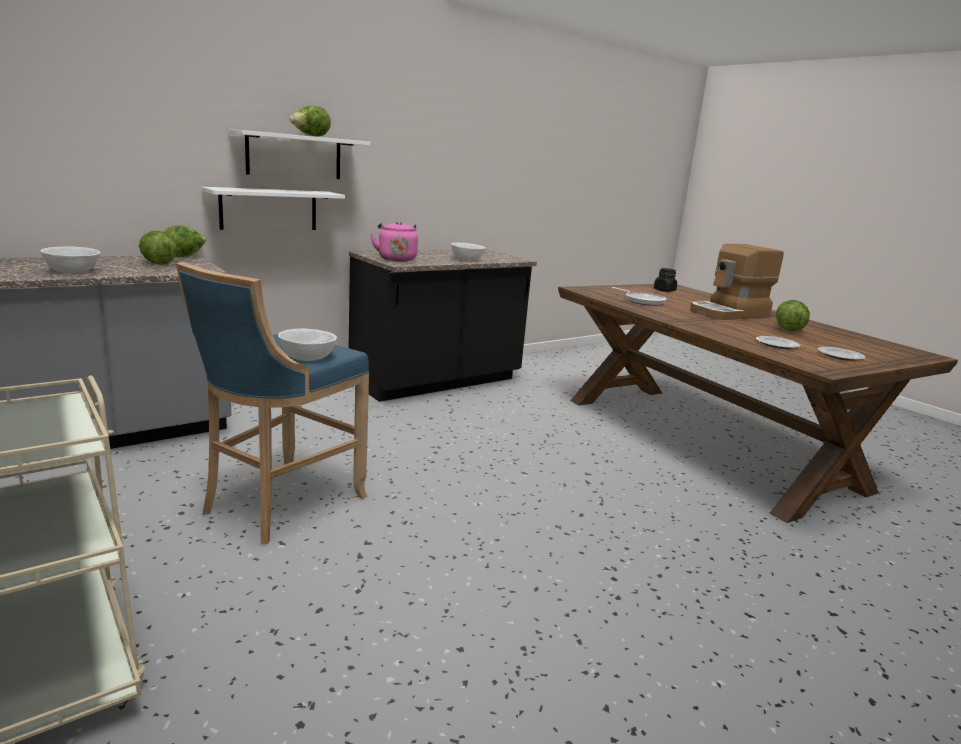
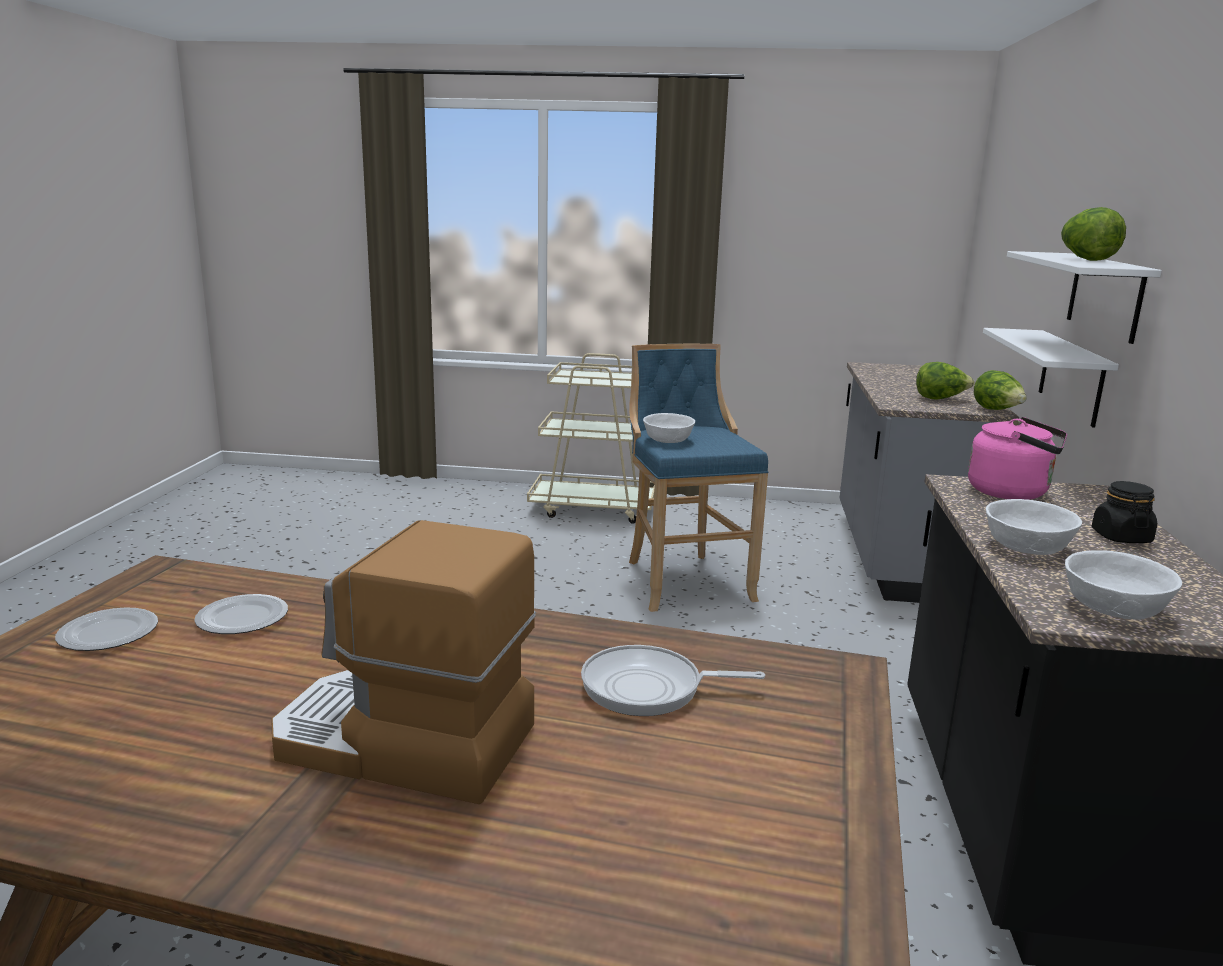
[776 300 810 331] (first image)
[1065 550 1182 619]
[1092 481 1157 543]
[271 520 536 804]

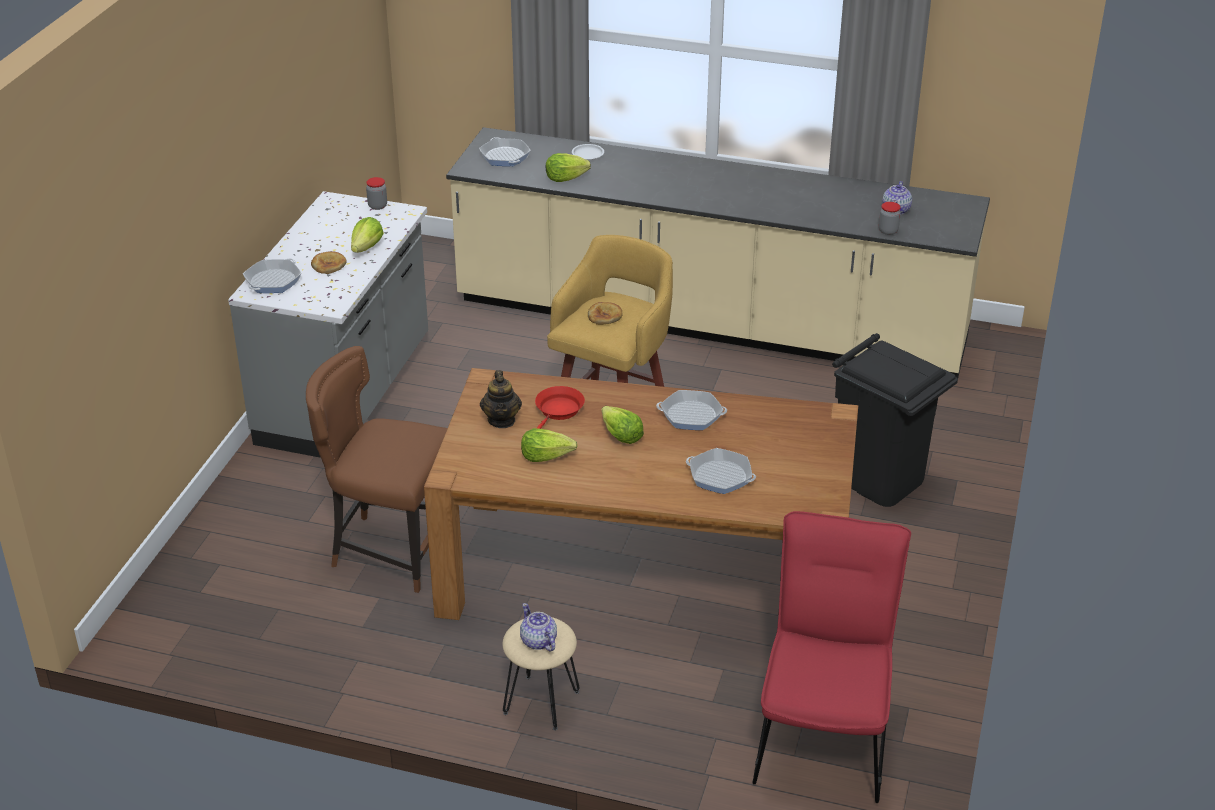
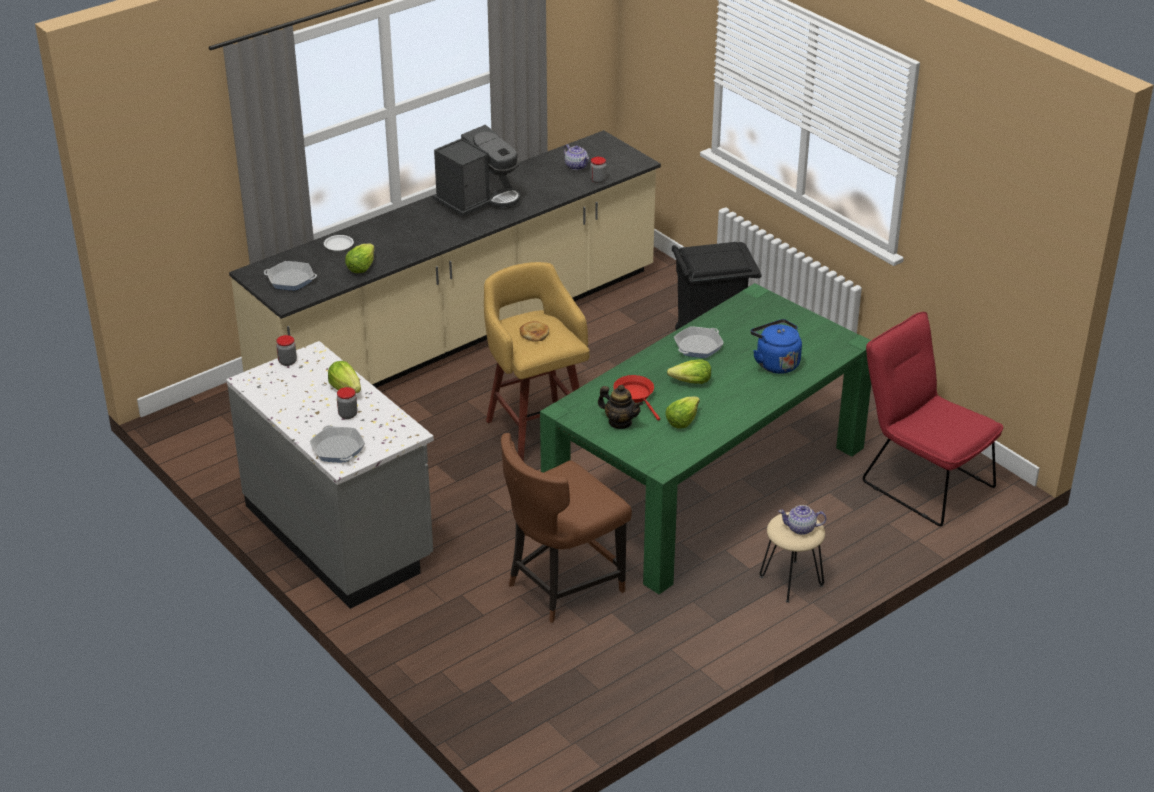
[433 125 521 218]
[337 387 358 419]
[750 319 802 374]
[540 283 871 594]

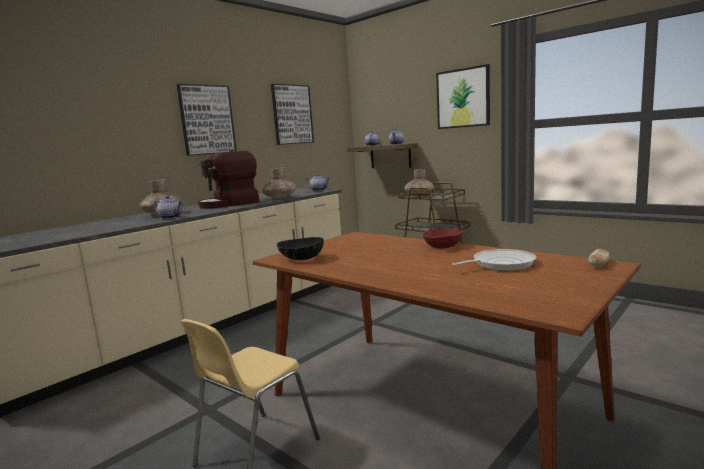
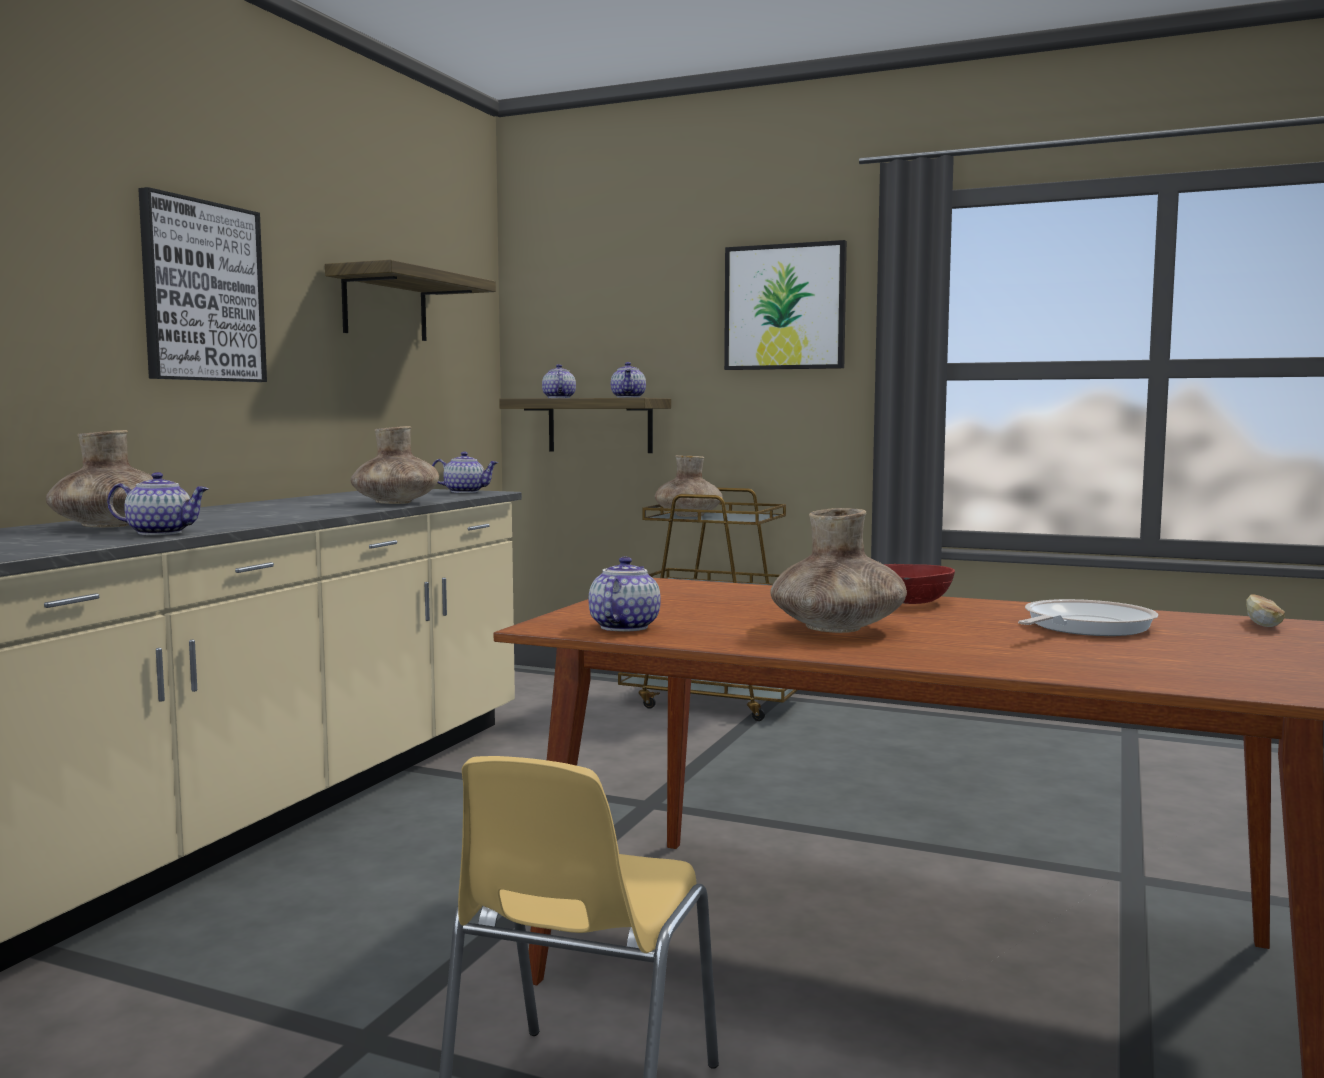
[198 150 259 209] (first image)
[771 508 907 633]
[325 260 496 341]
[589 557 661 632]

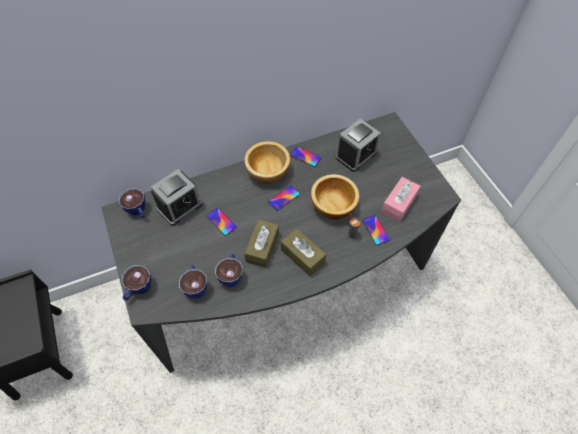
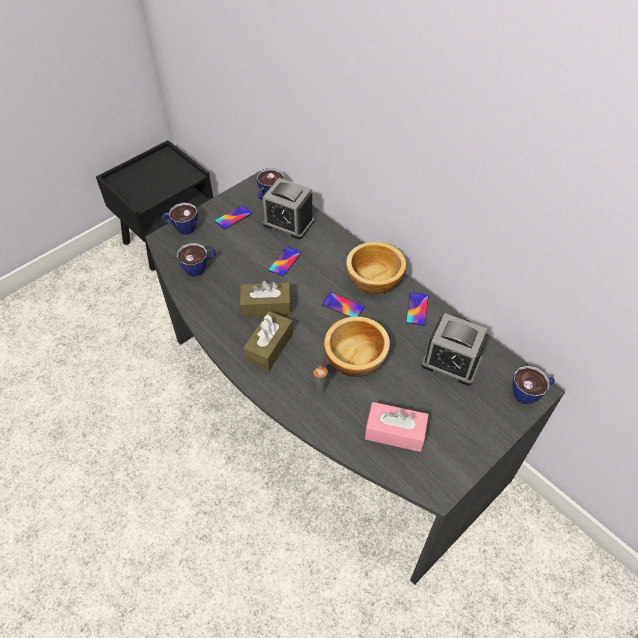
[512 366 555 404]
[215 205 252 230]

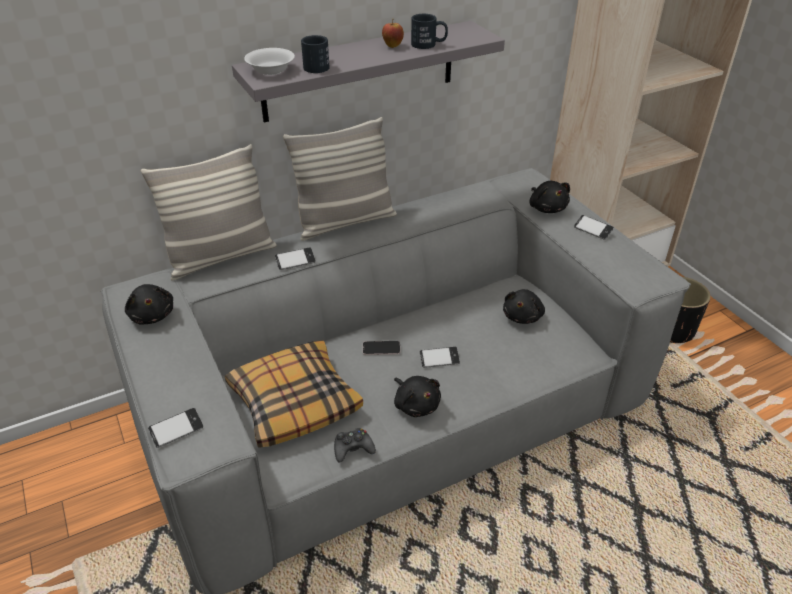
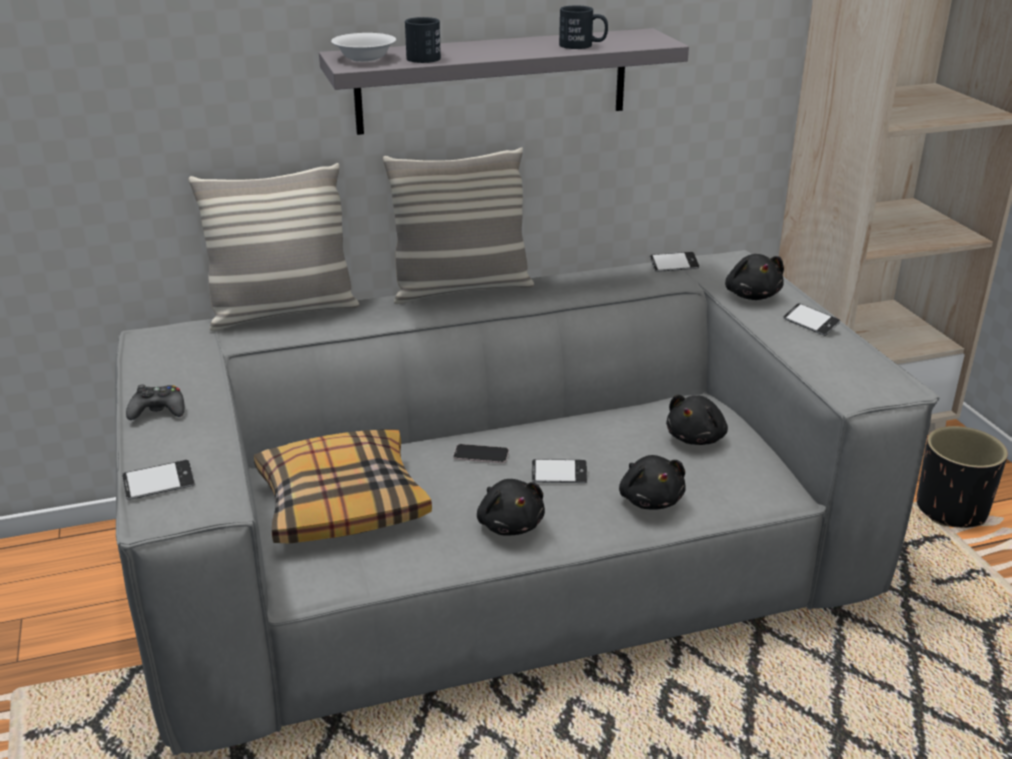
[382 19 404 48] (first image)
[619 455 686 509]
[650 252 699 272]
[126 384 185 420]

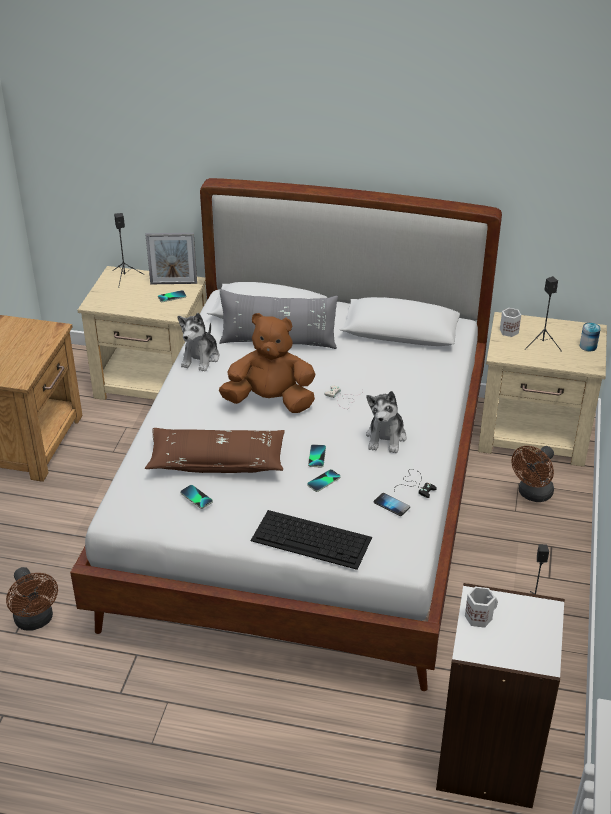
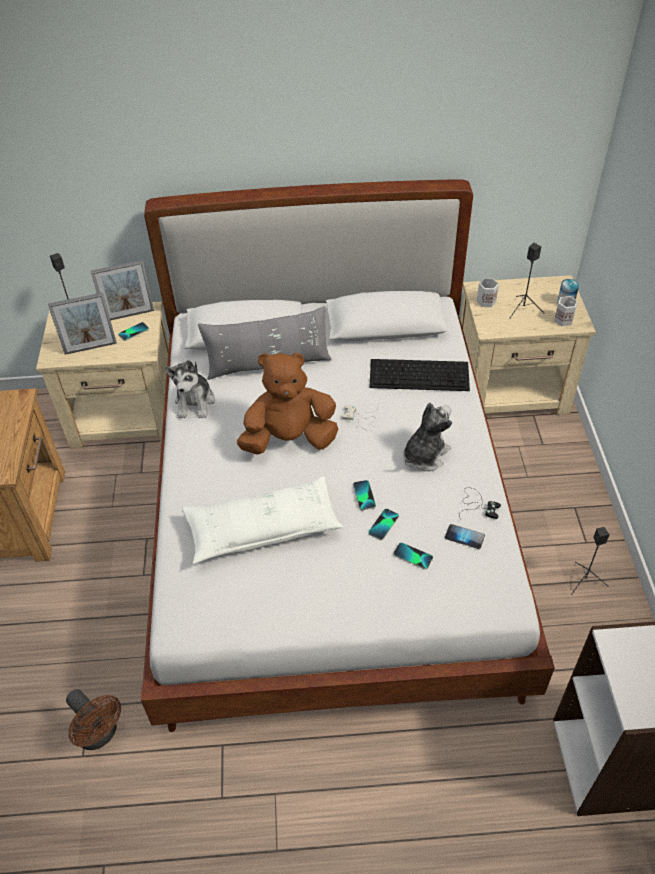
[512 446 554 502] (first image)
[48 292 117 355]
[393 542 433 569]
[369 359 470 391]
[554 296 578 326]
[182 476 343 564]
[403 403 452 471]

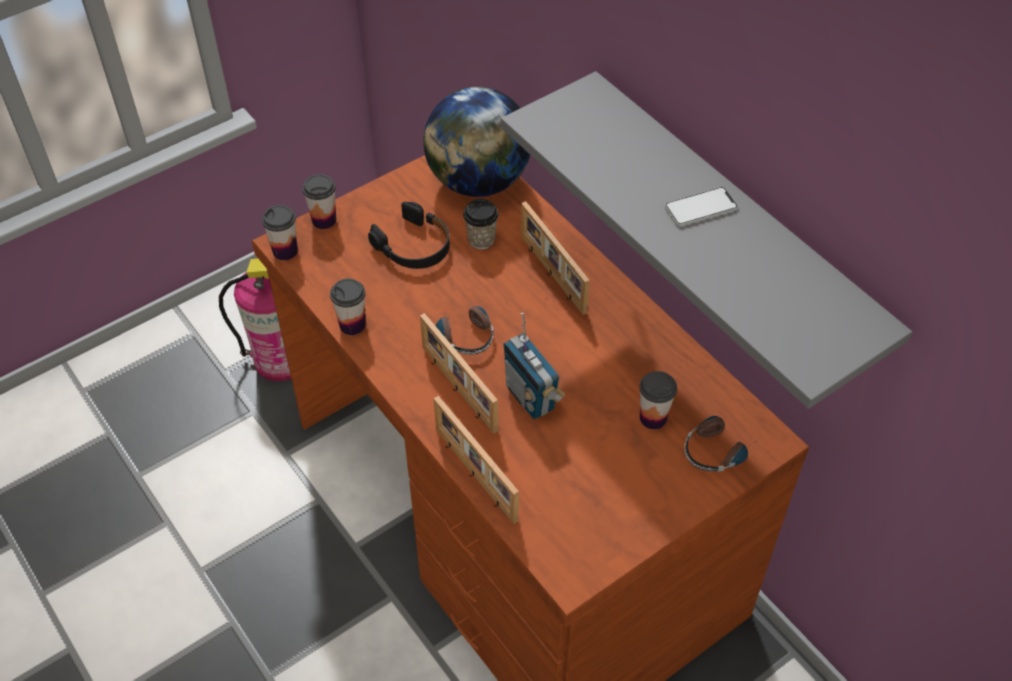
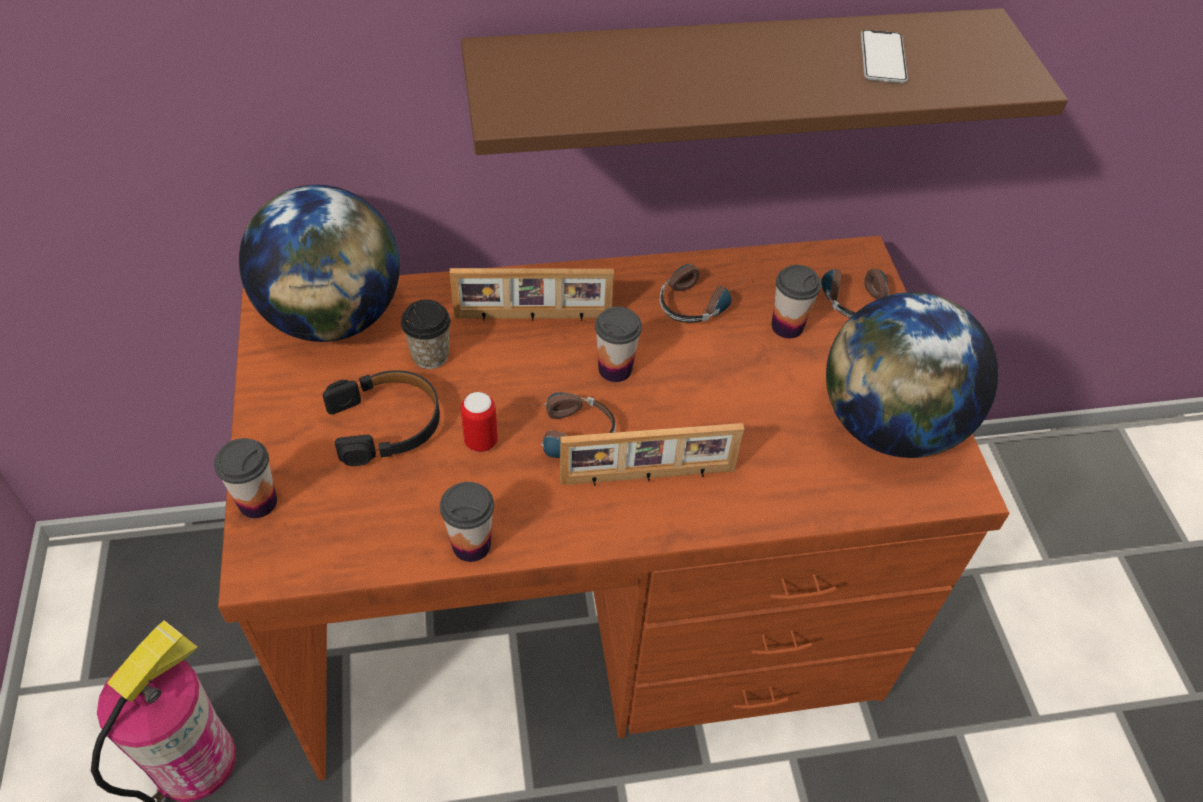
[434 396 519 524] (first image)
[503 313 565 419] (first image)
[461 392 498 452]
[660 264 746 323]
[826 292 998 458]
[595 307 642 382]
[861 30 908 83]
[461 8 1068 155]

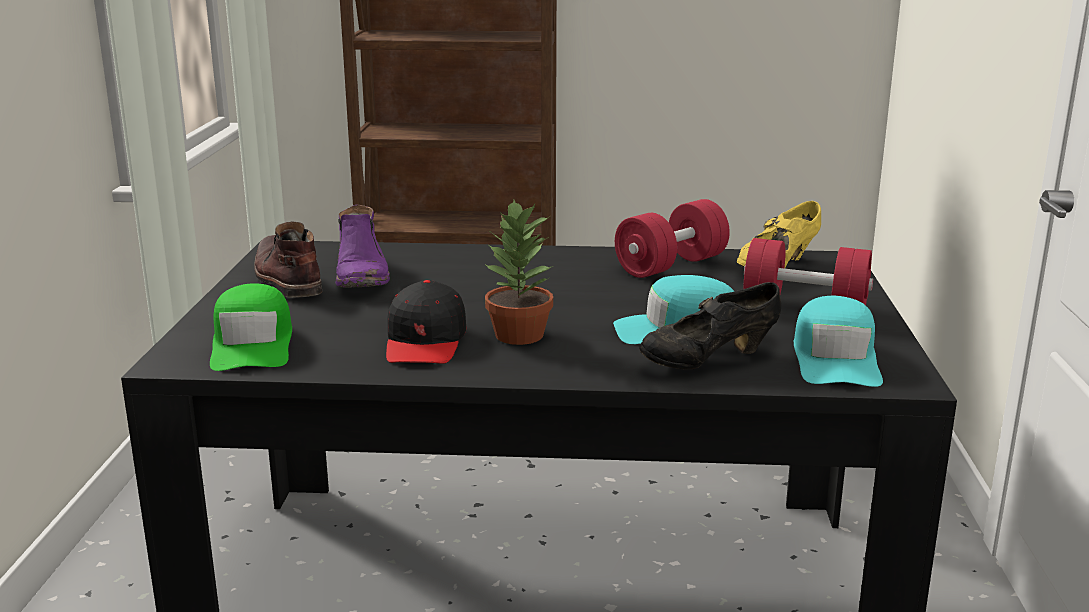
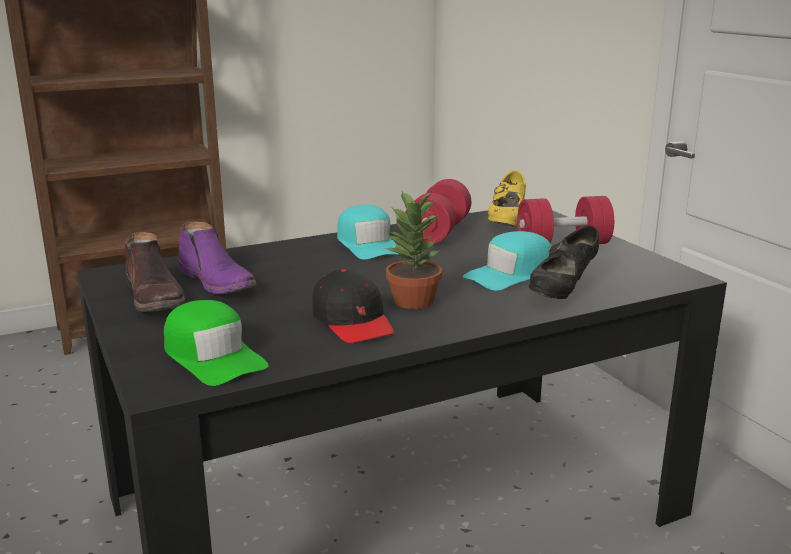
[337 205 399 260]
[124 232 185 312]

